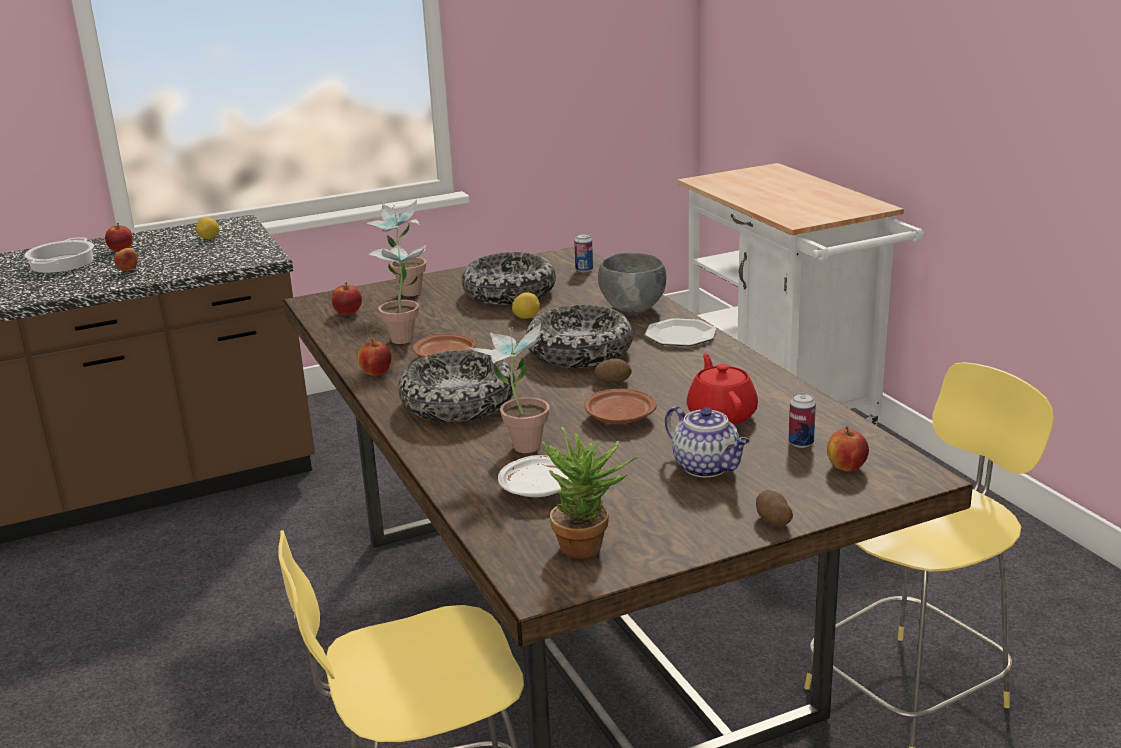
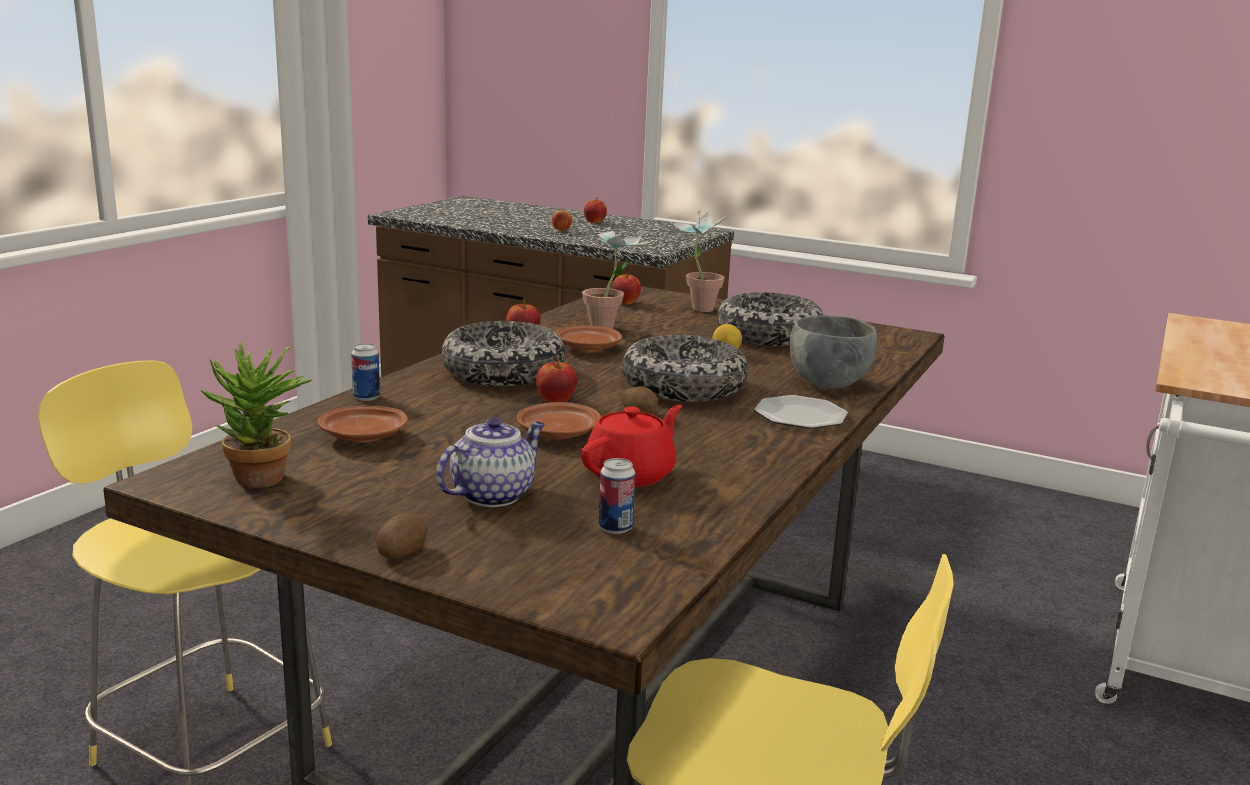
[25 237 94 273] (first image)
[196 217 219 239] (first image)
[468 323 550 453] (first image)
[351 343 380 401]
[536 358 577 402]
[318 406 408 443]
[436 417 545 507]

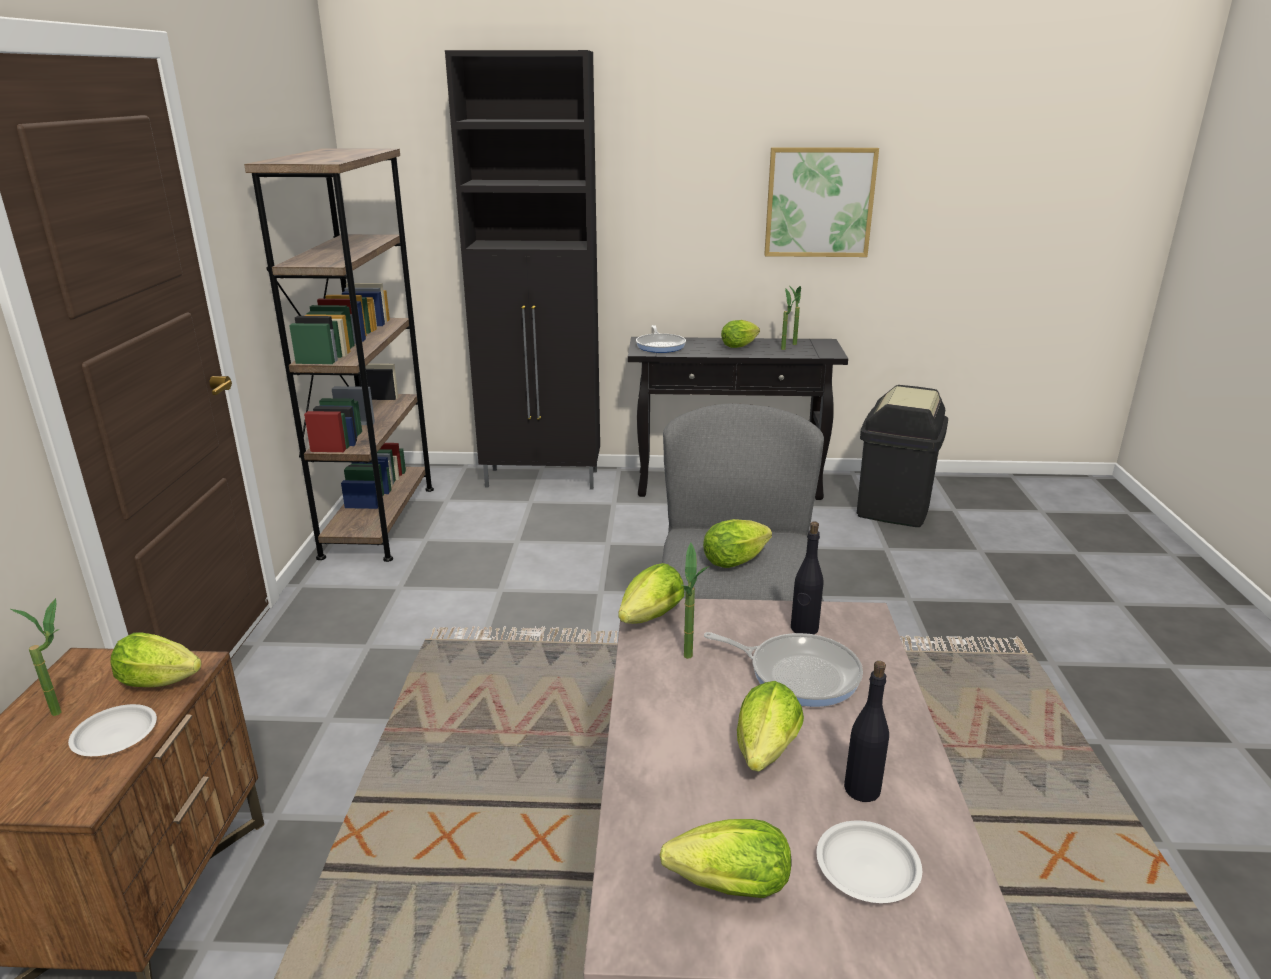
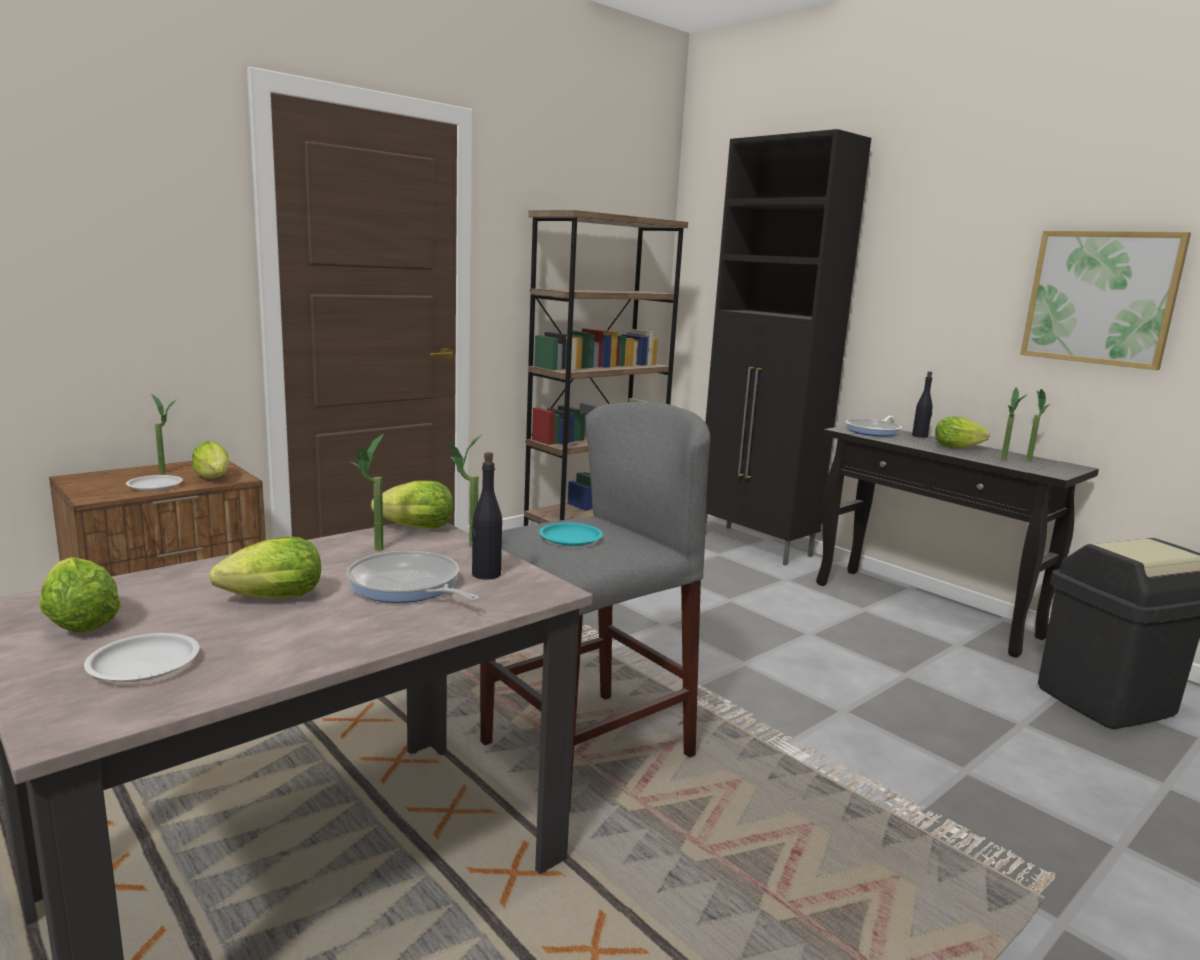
[448 435 481 547]
[912 371 932 438]
[539 523 603 546]
[346 551 479 603]

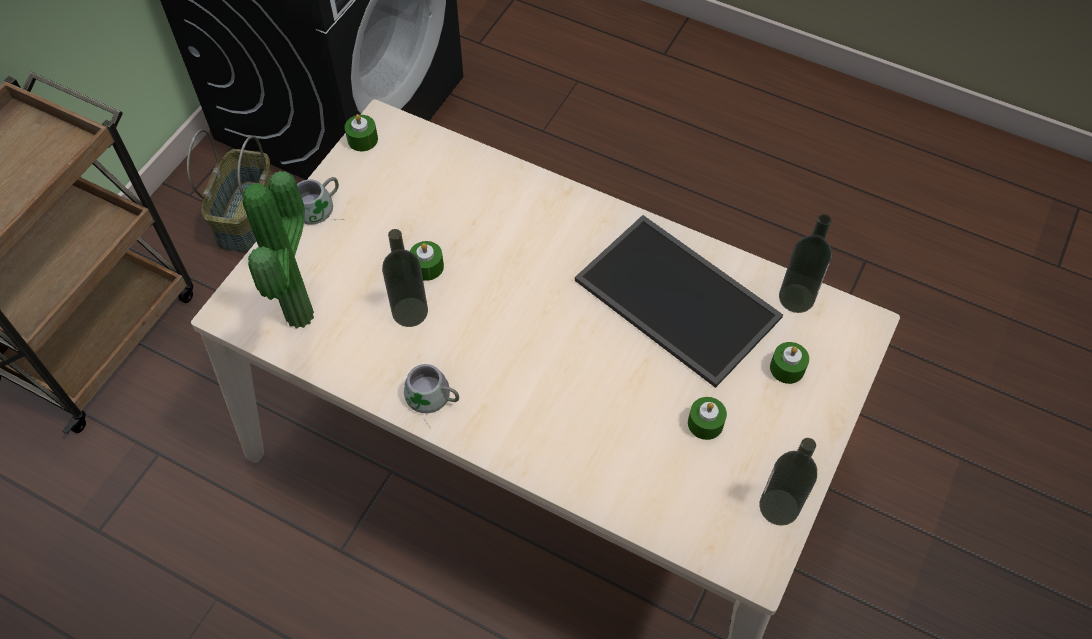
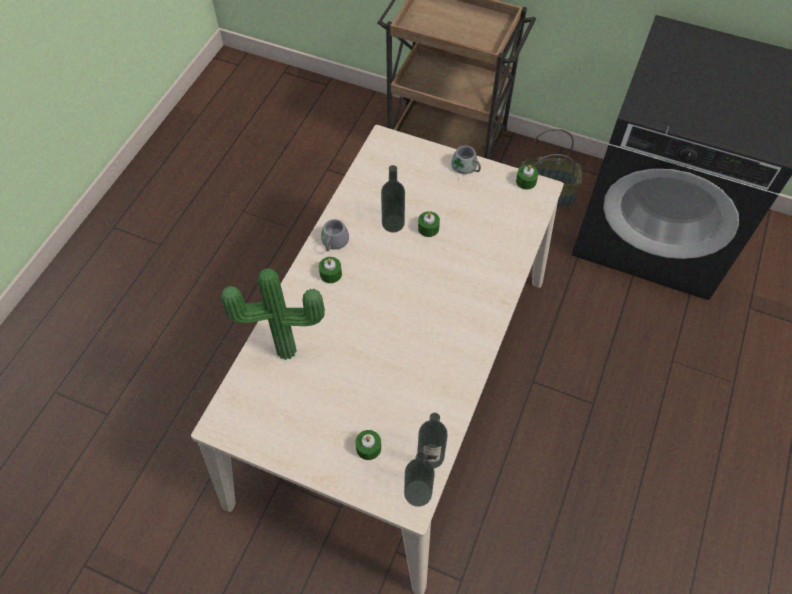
[575 215 783 388] (first image)
[221 268 325 360]
[319 257 342 283]
[404 453 435 507]

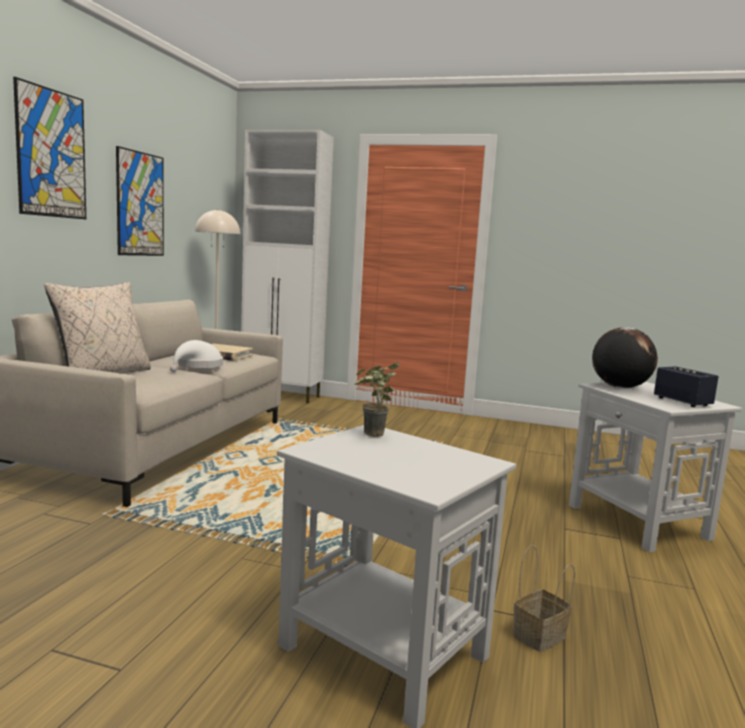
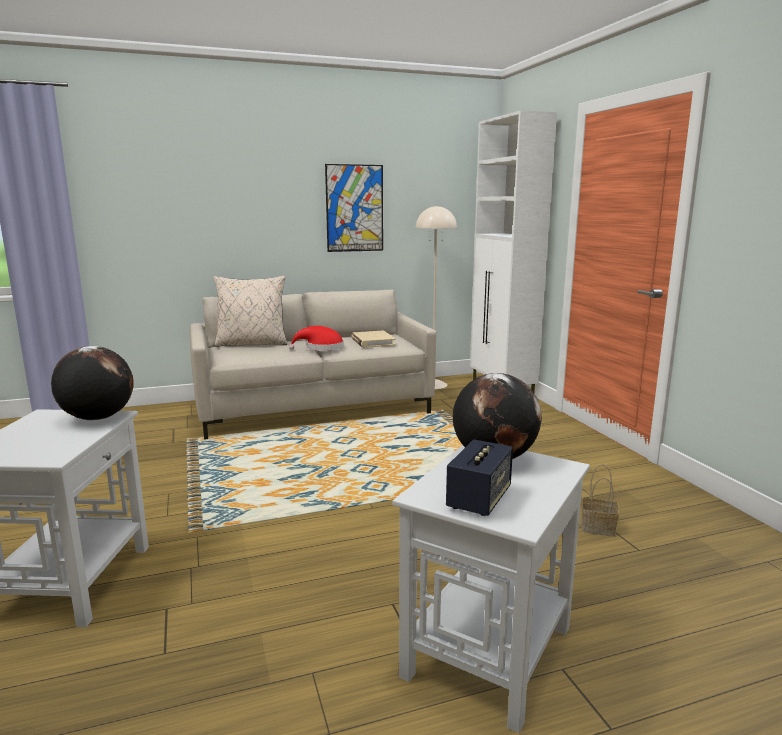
[13 77 86 219] (first image)
[581 464 619 536]
[51 346 134 420]
[289 326 344 351]

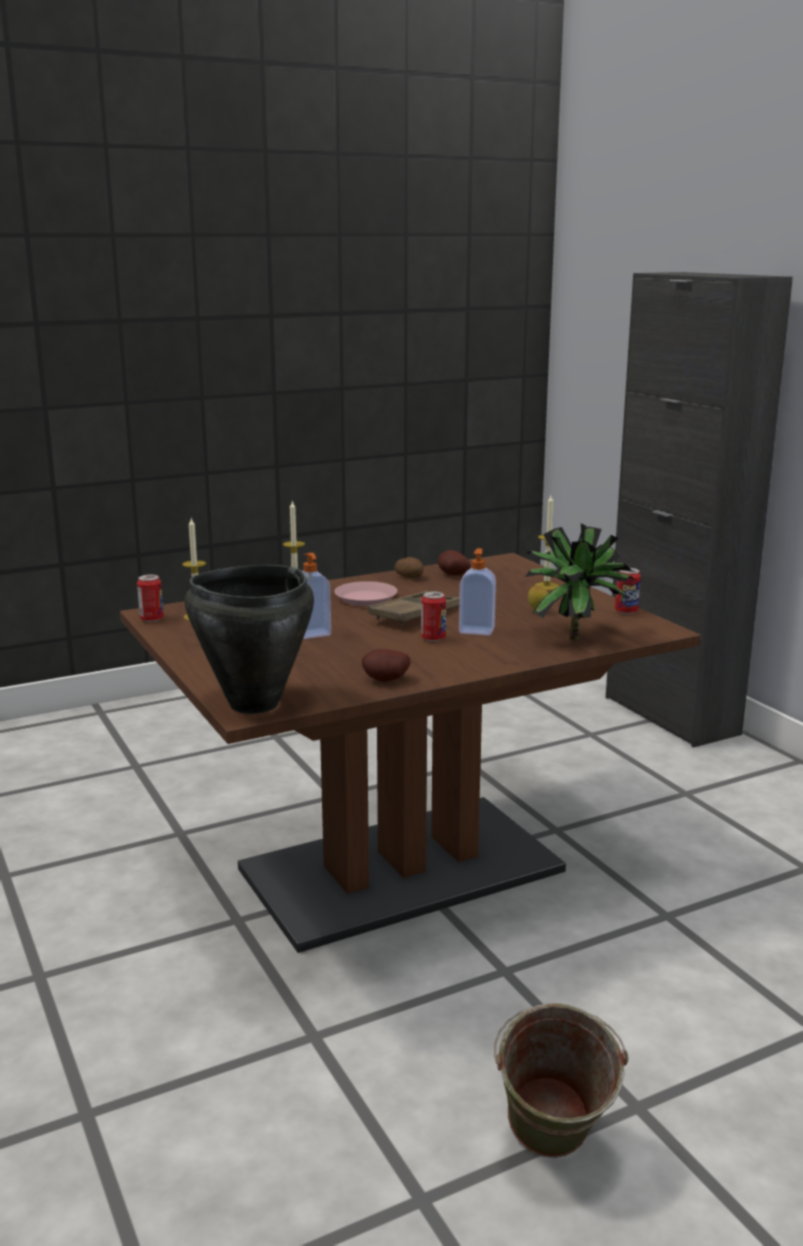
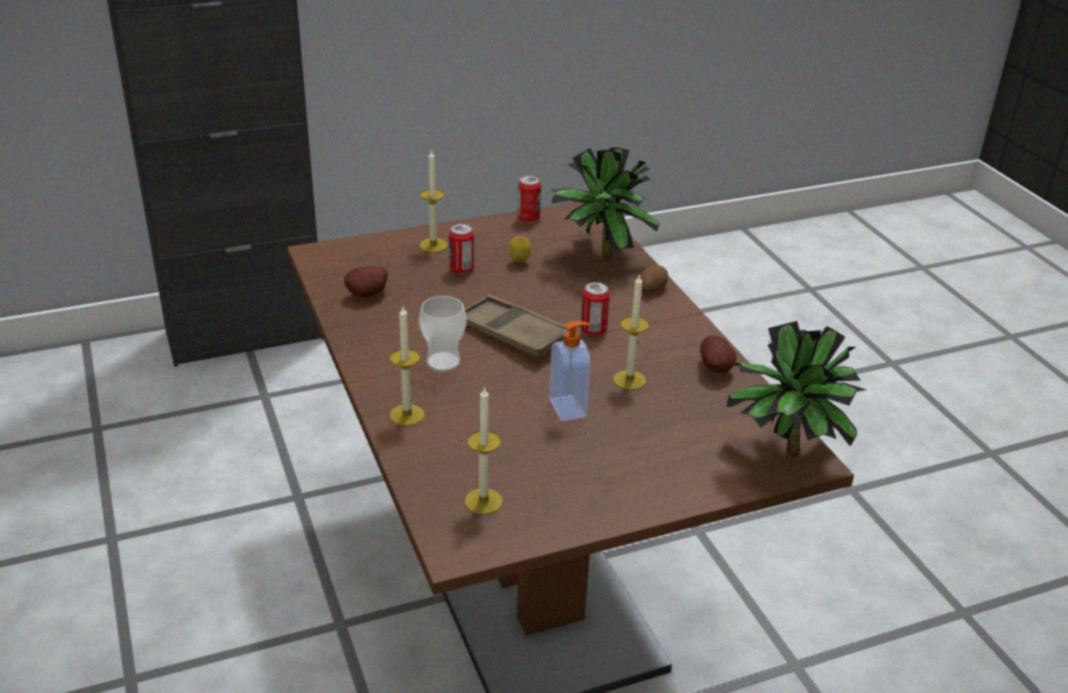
[459 548 496 635] (first image)
[494 1003 628 1158] (first image)
[613 273 649 390]
[449 224 474 274]
[640 265 668 293]
[726 321 866 456]
[419 296 466 372]

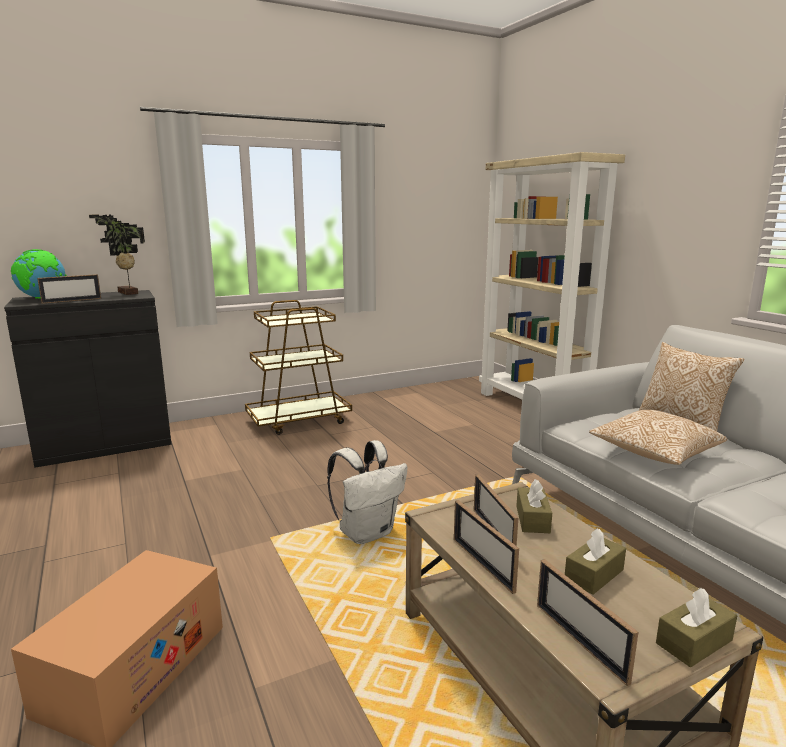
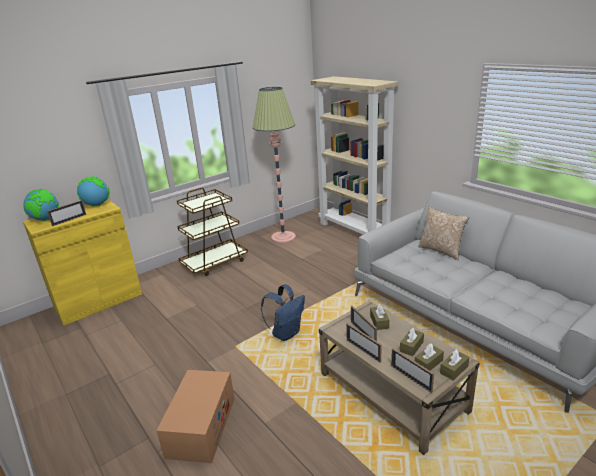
[589 410 727 465] (first image)
[253 87 296 243]
[415 344 444 371]
[77 176 110 207]
[23 199 142 325]
[261 284 305 341]

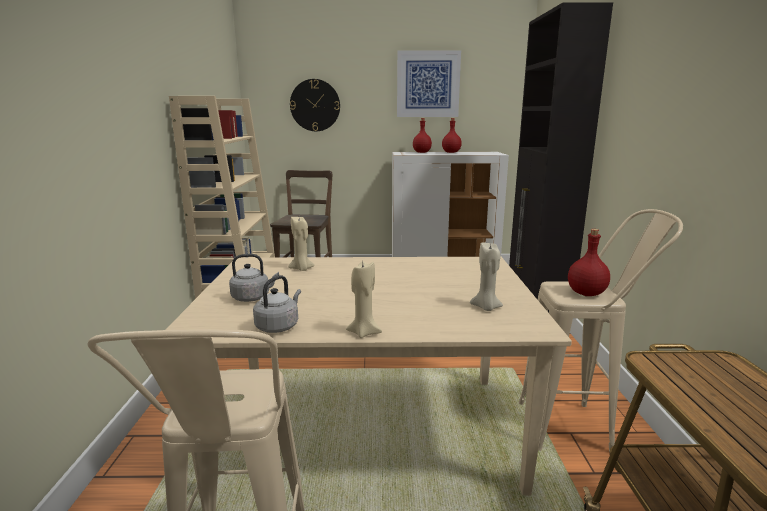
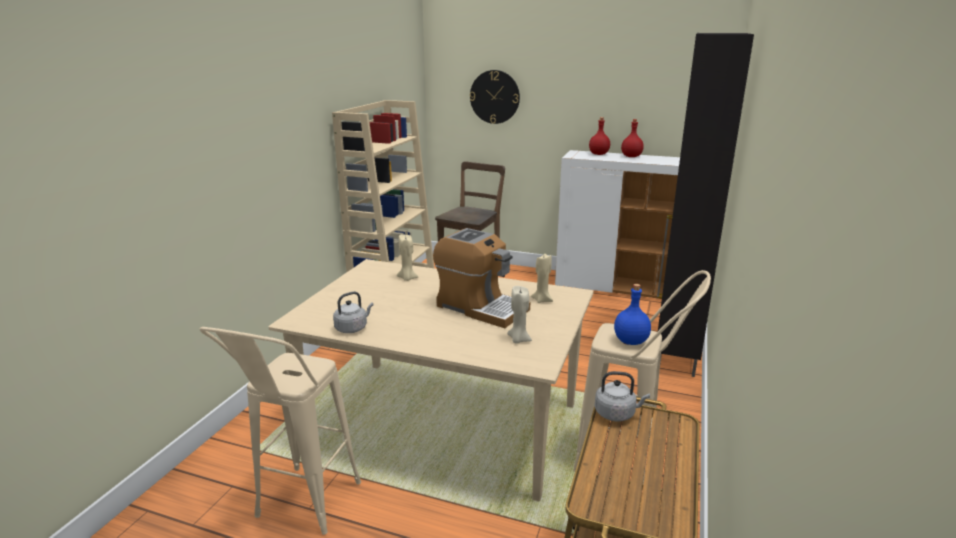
[397 51 461 117] (first image)
[433 228 530 328]
[594 371 650 421]
[531 254 553 303]
[614 284 651 345]

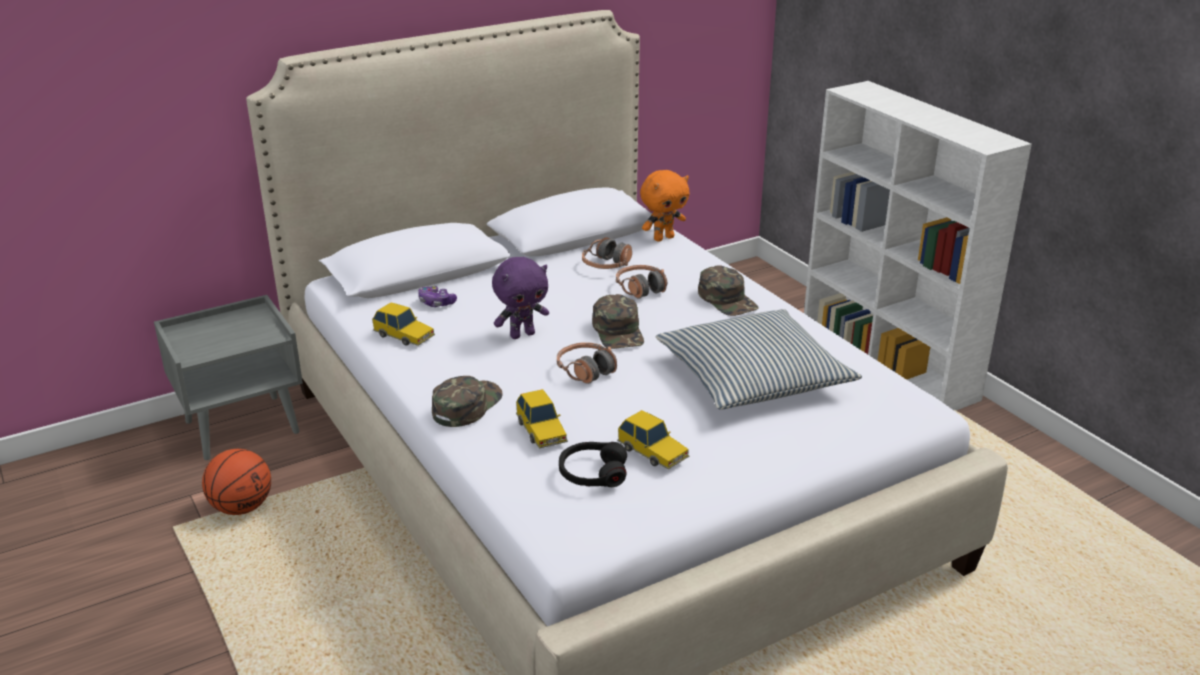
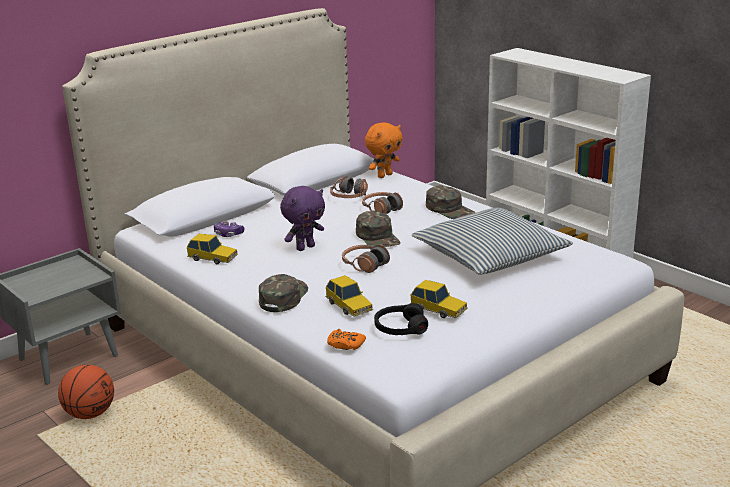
[327 329 366 350]

